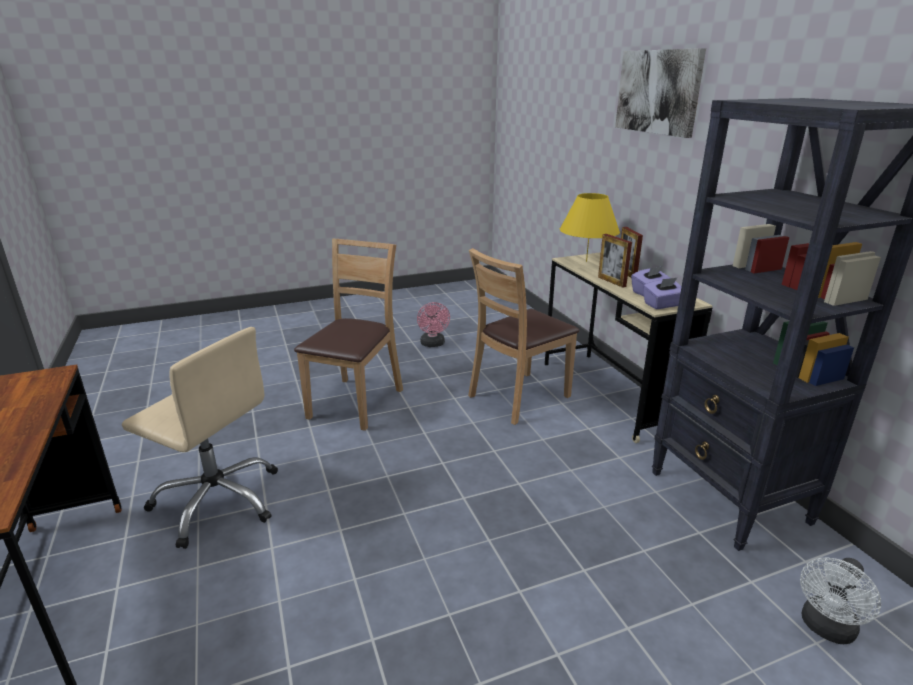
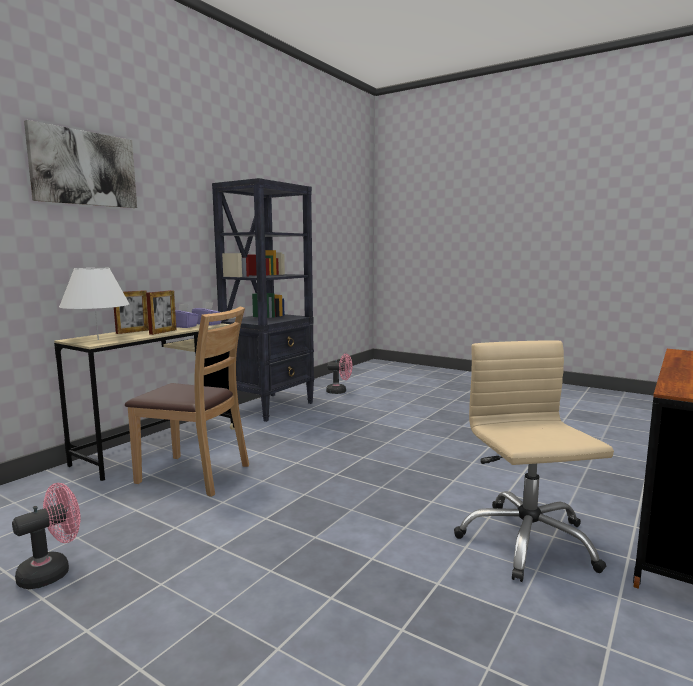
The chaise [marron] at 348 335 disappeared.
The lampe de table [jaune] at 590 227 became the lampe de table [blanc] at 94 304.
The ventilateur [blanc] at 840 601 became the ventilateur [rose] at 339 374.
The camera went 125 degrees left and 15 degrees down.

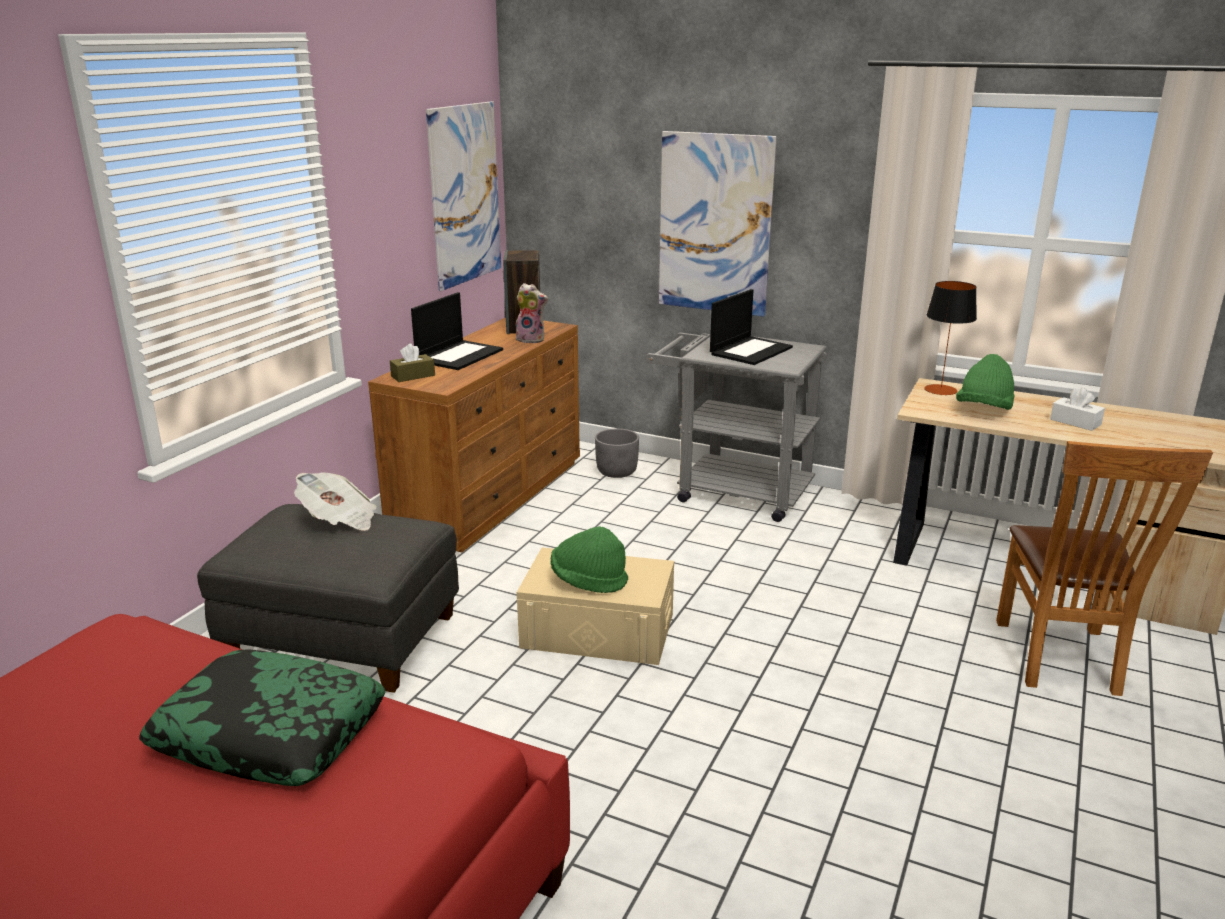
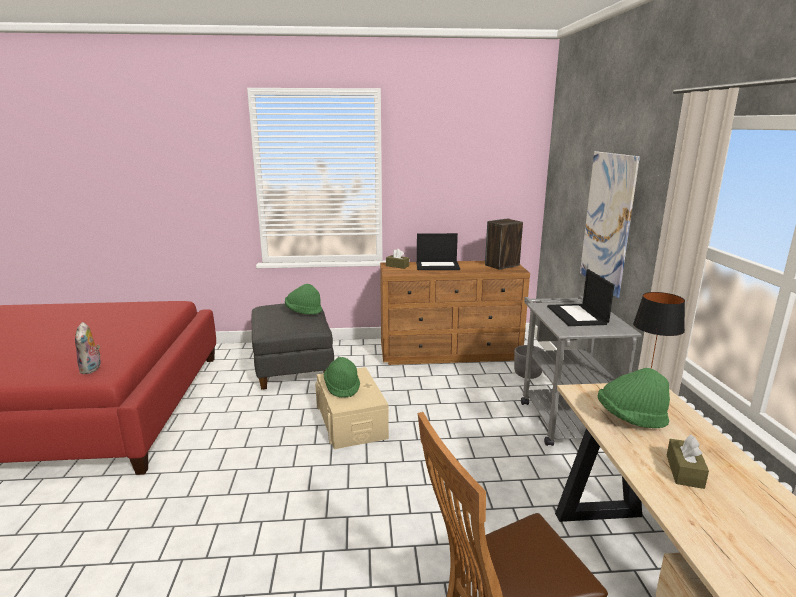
The coussin at 262 717 disappeared.
The tableau at 463 196 disappeared.
The peluche moved from 531 313 to 88 348.
The journal at 335 501 was replaced by the chapeau [vert] at 303 299.
The boîte à mouchoirs [blanc] at 1077 409 became the boîte à mouchoirs [marron] at 688 461.
The ordinateur portable at 751 327 turned 75 degrees clockwise.
The camera went 60 degrees right and 5 degrees down.

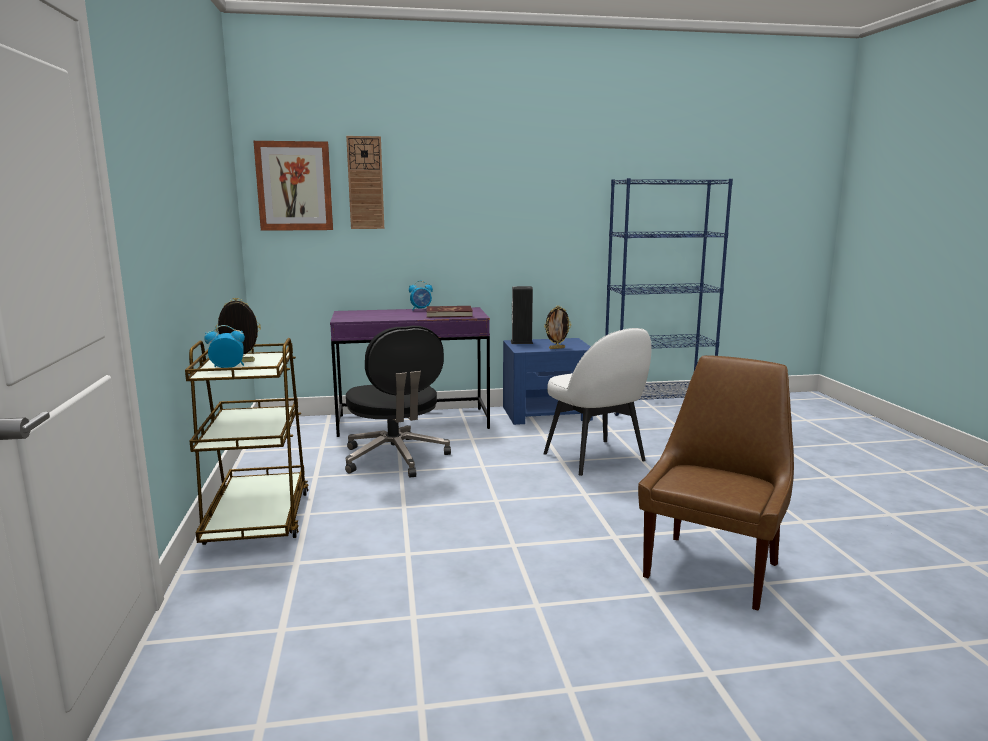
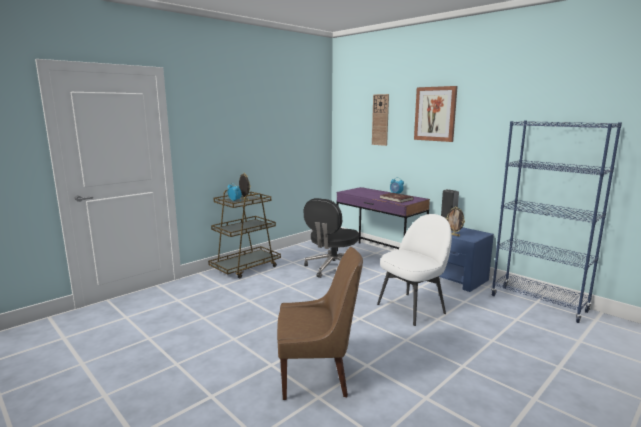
The tableau moved from 293 186 to 436 114.
The chaise [blanc] at 597 402 turned 150 degrees counterclockwise.
The camera went 55 degrees right and 0 degrees up.

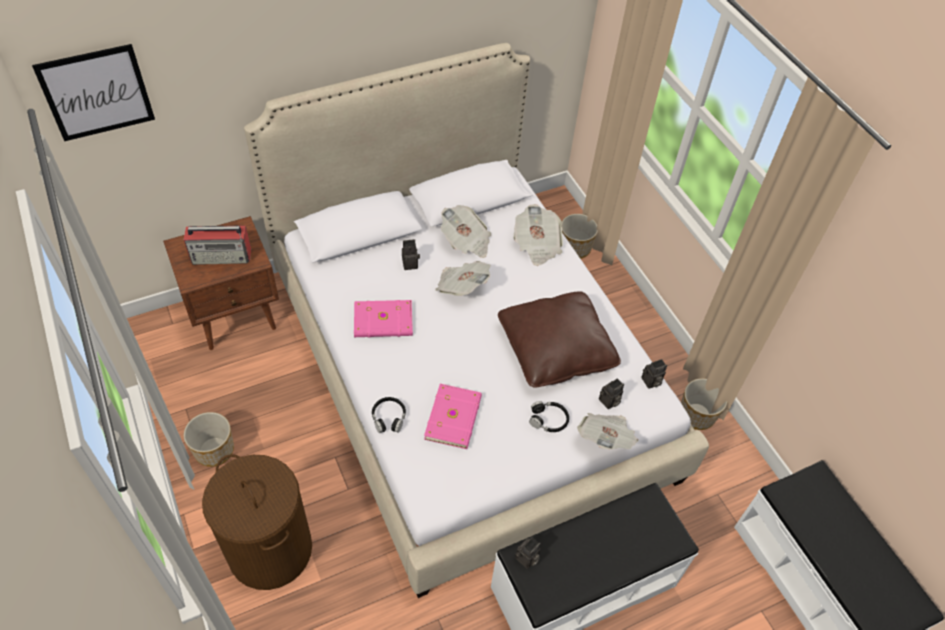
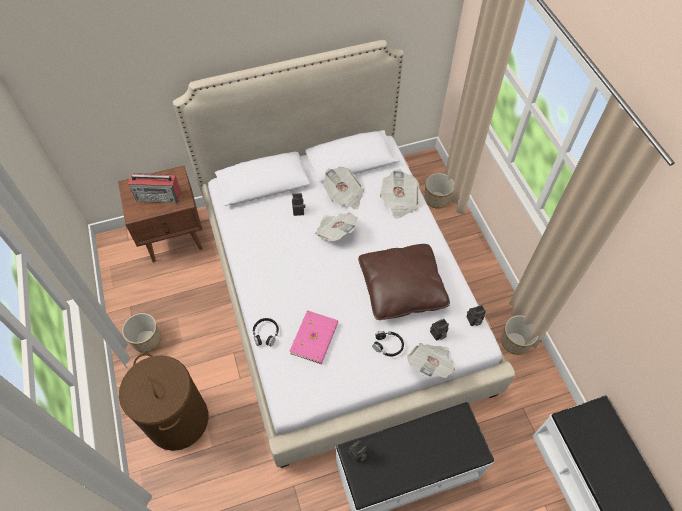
The tableau at 93 92 disappeared.
The livre [rose] at 383 319 disappeared.
The camera went 10 degrees right and 5 degrees up.

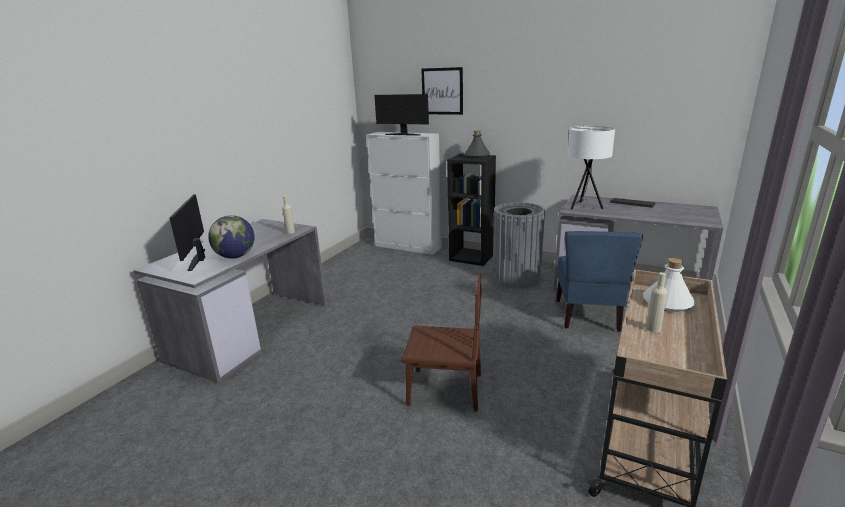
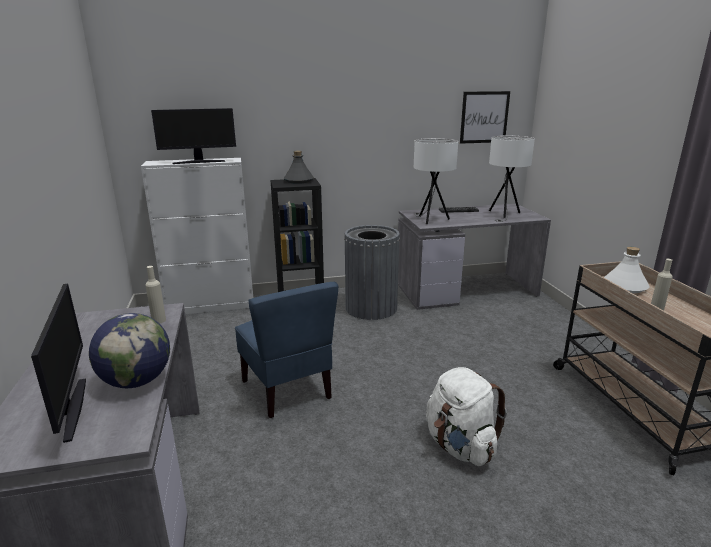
The lampe de table [blanc] at 512 179 appeared.
The tableau moved from 442 91 to 485 117.
The chaise [bleu] moved from 599 281 to 286 350.
The chaise [marron] at 441 343 was replaced by the sac à dos [blanc] at 466 416.
The écran d'ordinateur at 187 232 turned 150 degrees counterclockwise.
The camera went 40 degrees left and 0 degrees up.

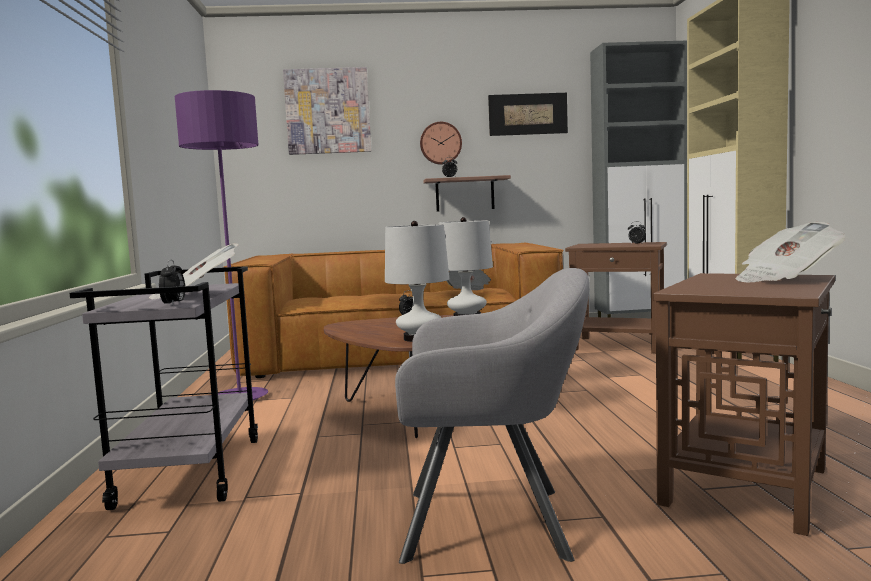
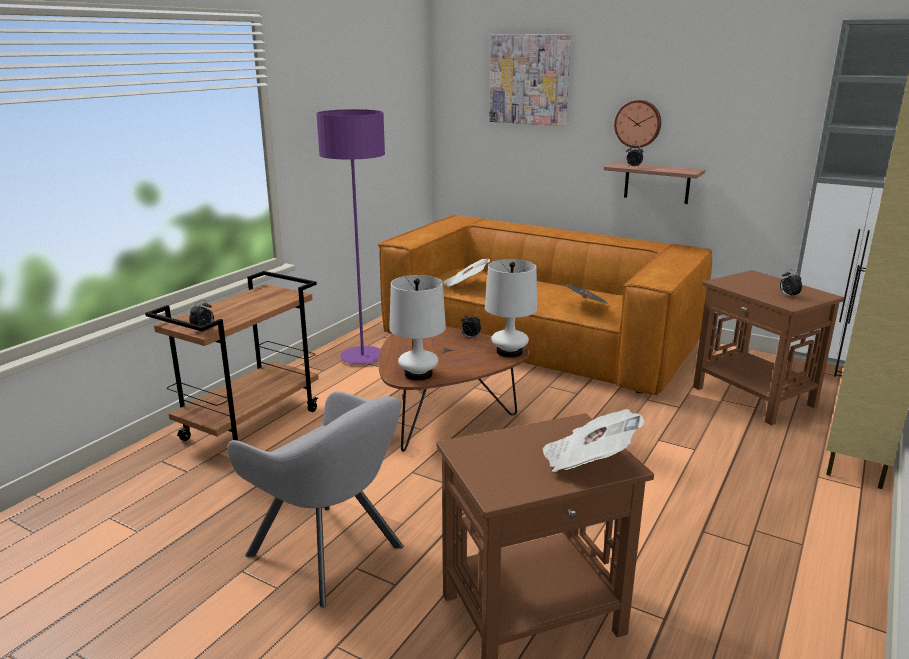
The tableau at 528 114 disappeared.
The journal moved from 194 271 to 466 273.
The chariot [gris] at 164 388 became the chariot [marron] at 232 356.
The camera went 35 degrees right and 15 degrees up.

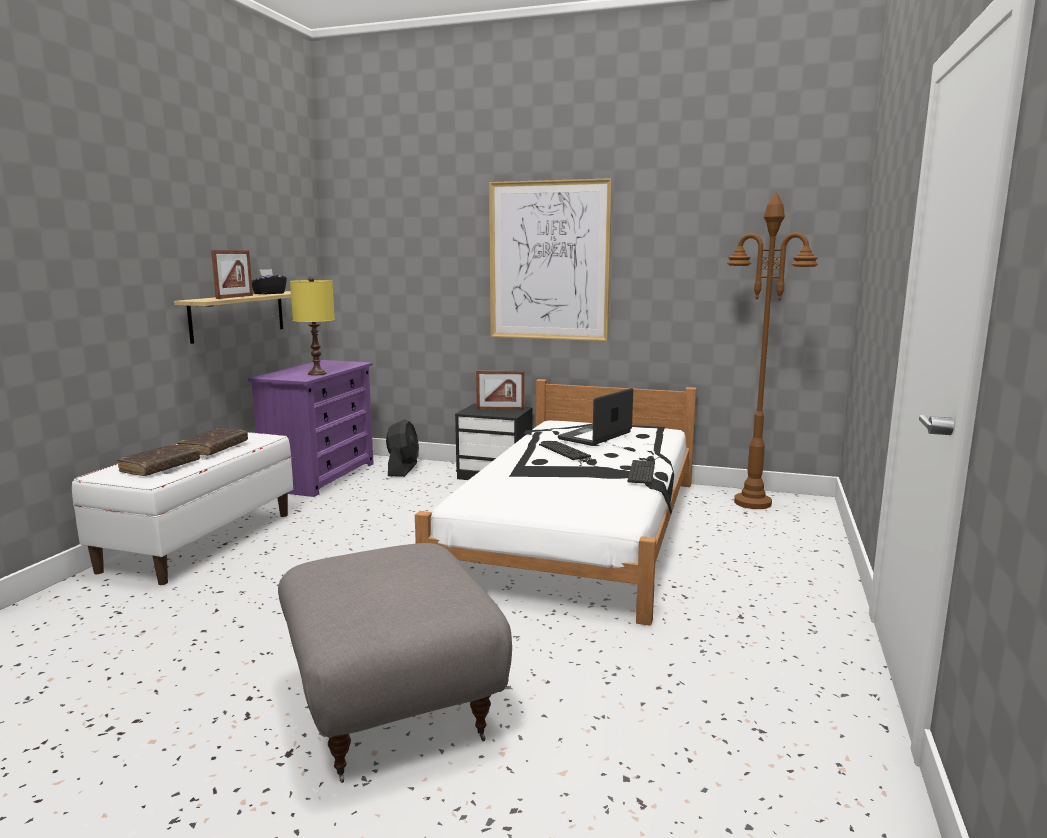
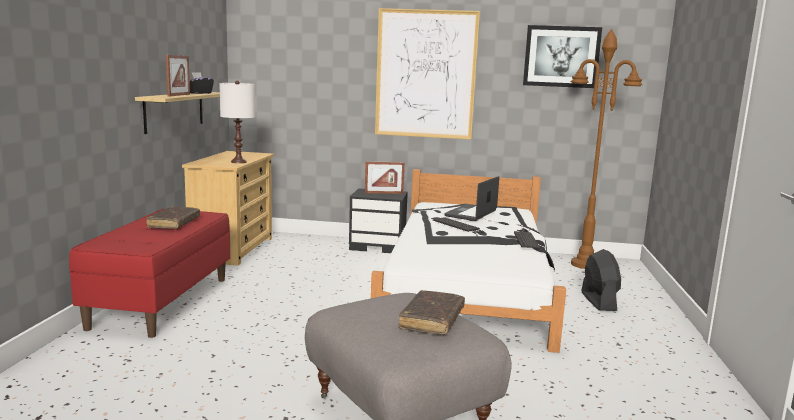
The tableau at 562 56 appeared.
The livre [marron] moved from 158 460 to 432 312.
The ventilateur [noir] moved from 402 448 to 601 280.
The banc [blanc] at 182 508 became the banc [rouge] at 149 273.
The commode [violet] at 311 428 became the commode [beige] at 228 208.
The lampe de table [jaune] at 312 326 became the lampe de table [blanc] at 237 121.
The camera went 10 degrees left and 0 degrees up.

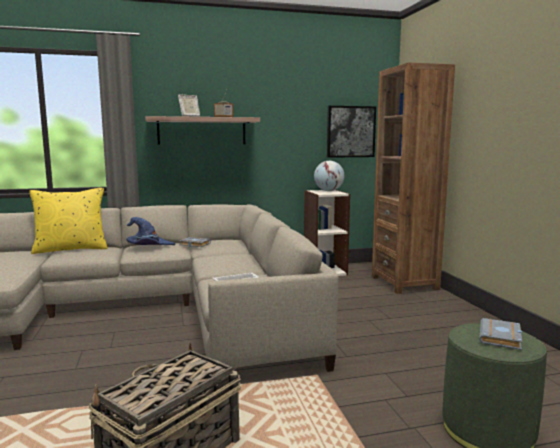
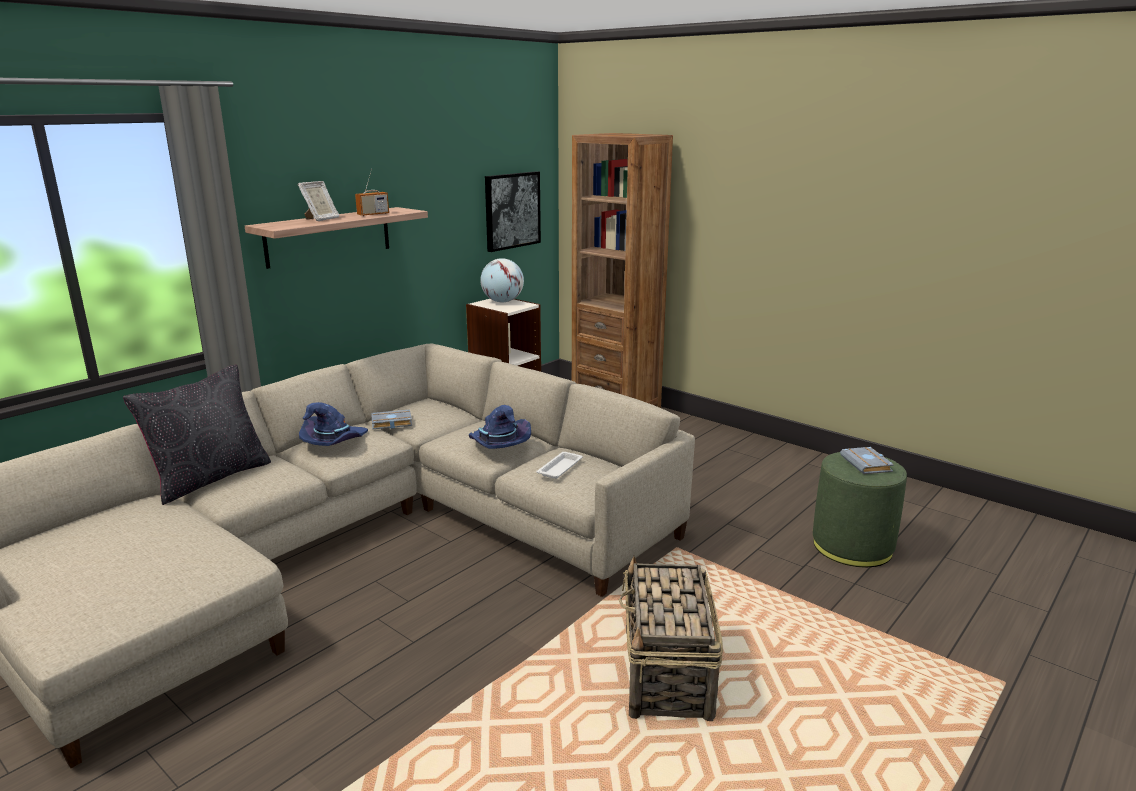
The chapeau [bleu] at 500 427 appeared.
The coussin [jaune] at 68 221 became the coussin [noir] at 197 435.
The camera went 35 degrees left and 10 degrees up.

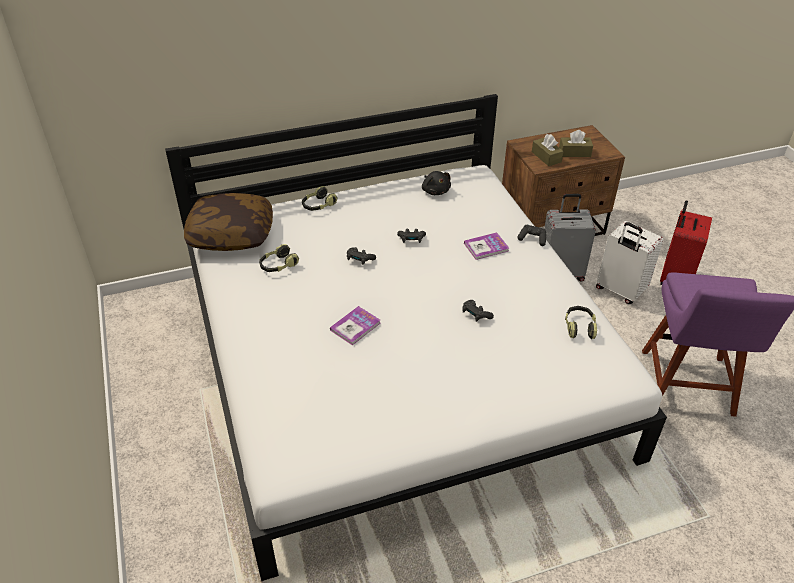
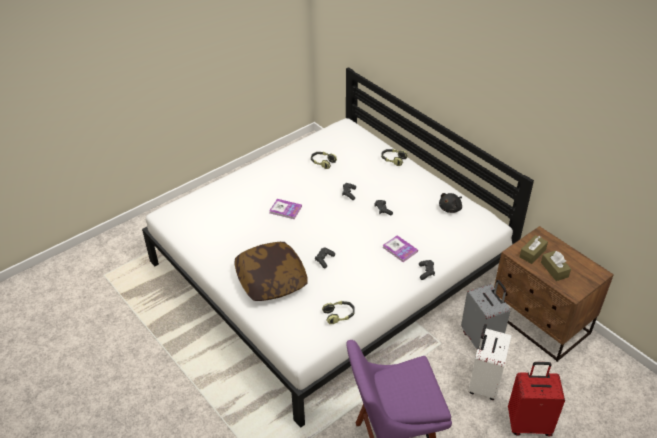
The coussin moved from 228 222 to 271 271.
The camera went 70 degrees right and 0 degrees up.

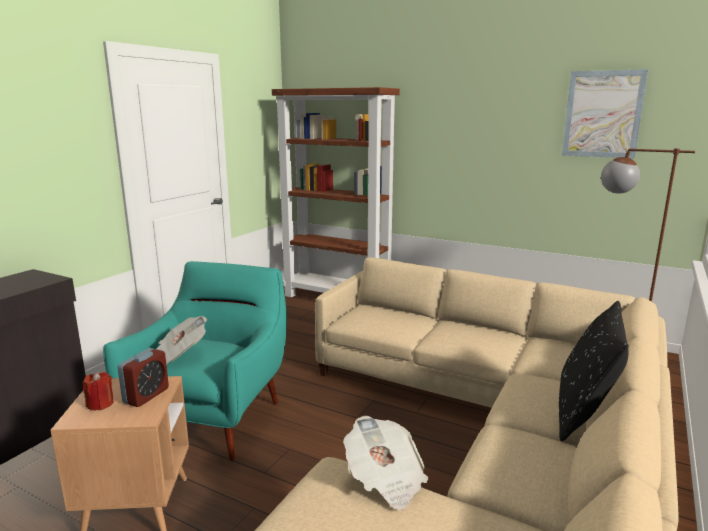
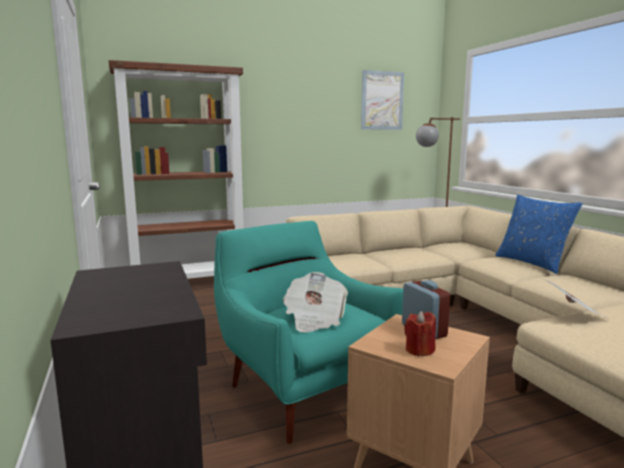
The coussin [noir] at 594 371 became the coussin [bleu] at 539 234.
The camera went 50 degrees left and 5 degrees down.

